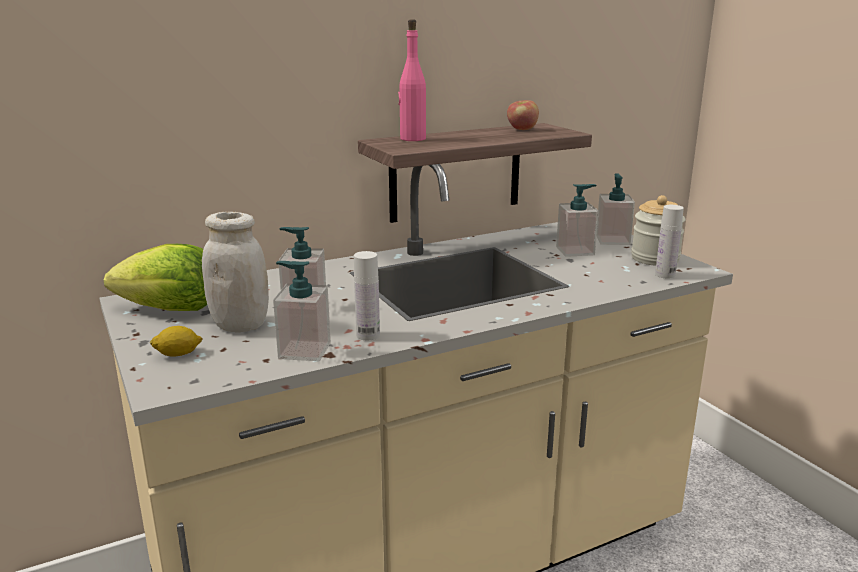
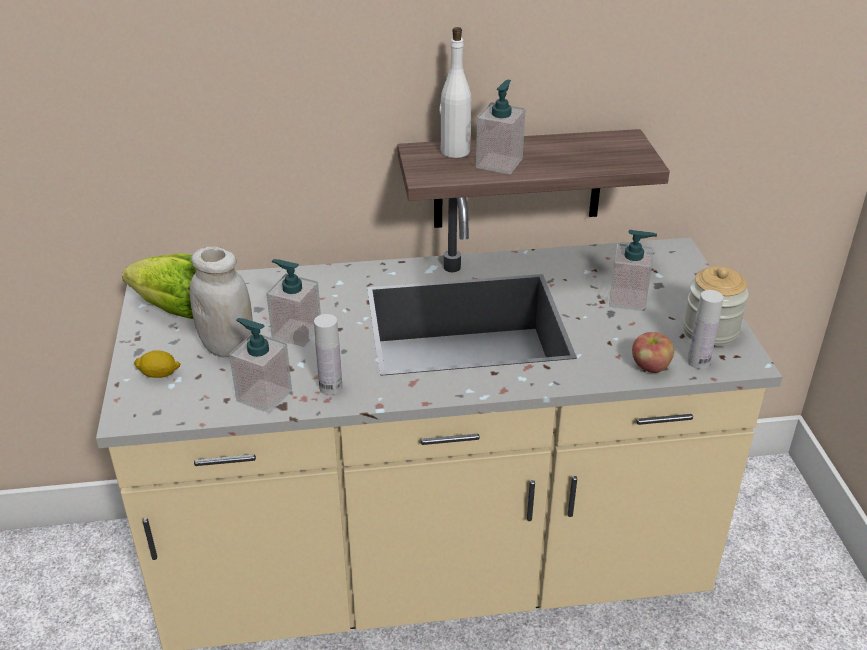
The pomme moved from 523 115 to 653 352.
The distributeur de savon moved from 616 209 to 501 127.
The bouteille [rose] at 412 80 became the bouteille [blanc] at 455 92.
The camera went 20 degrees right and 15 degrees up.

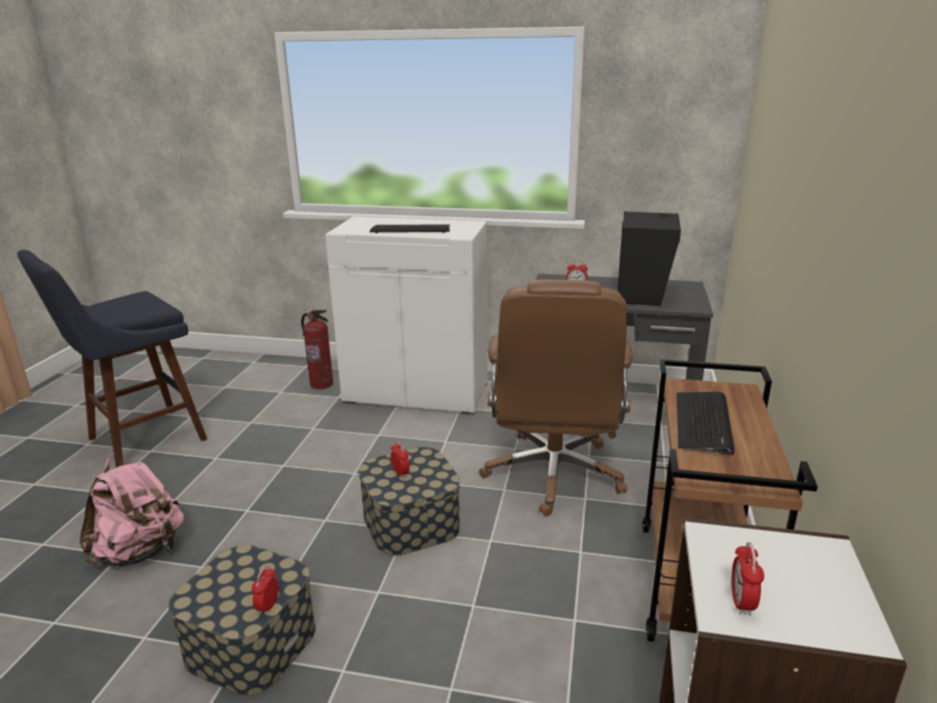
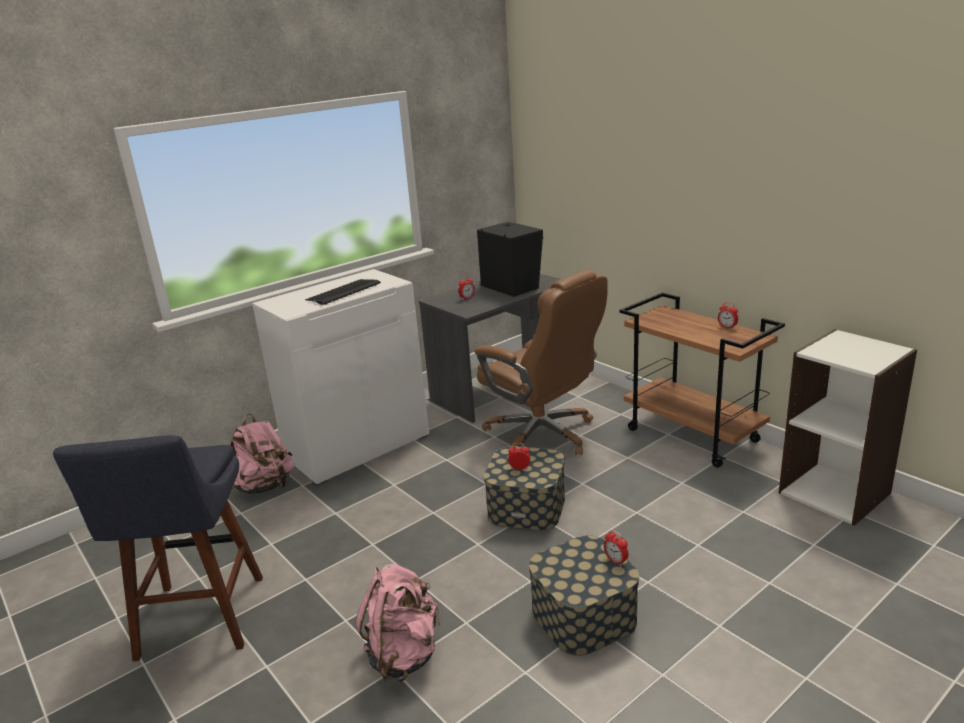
The clavier at 705 423 disappeared.
The réveil moved from 748 579 to 728 315.
The extincteur at 317 349 was replaced by the sac à dos [rose] at 262 453.
The camera went 50 degrees left and 0 degrees up.

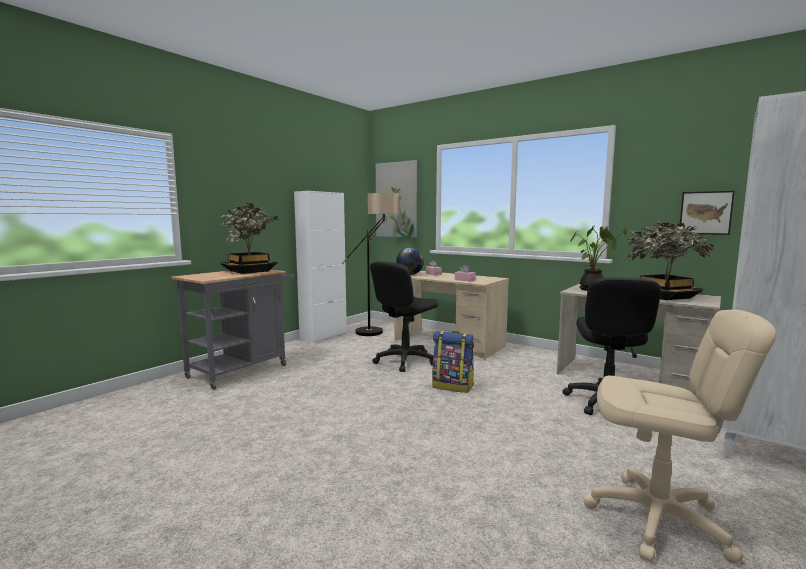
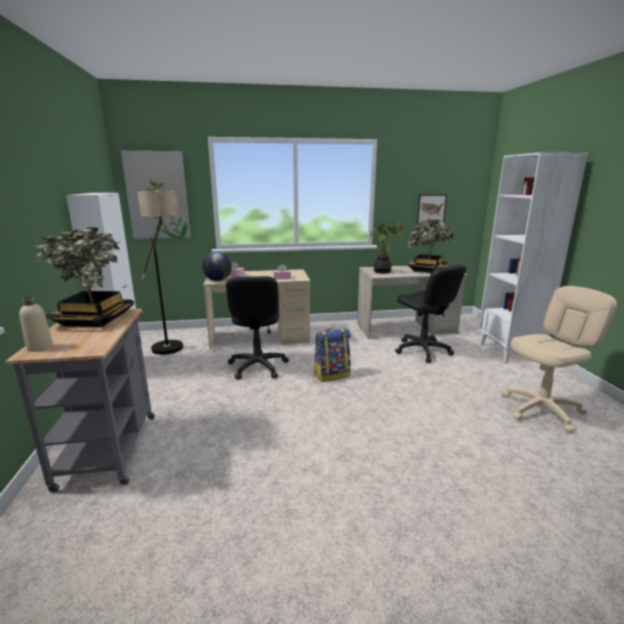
The bouteille [beige] at 36 324 appeared.
The camera went 45 degrees left and 10 degrees up.

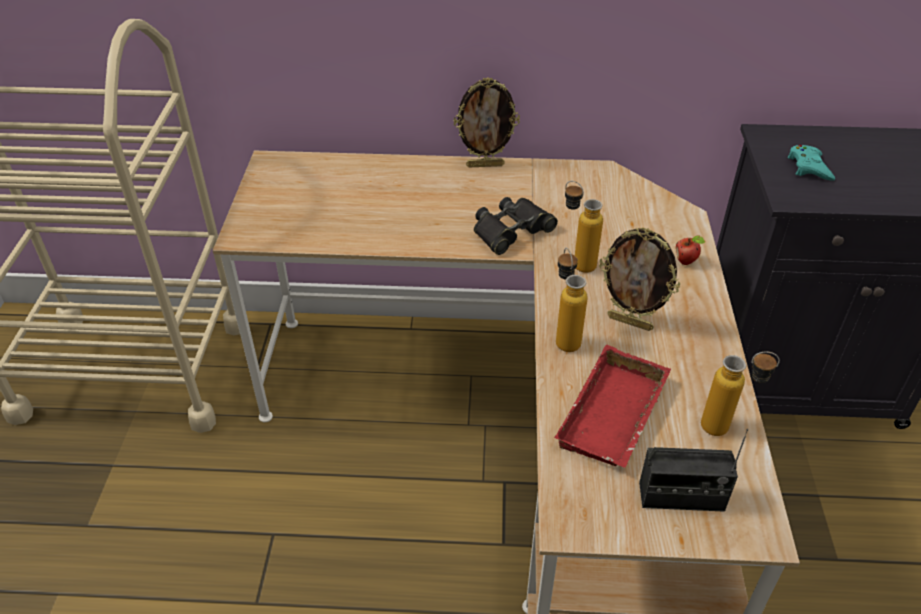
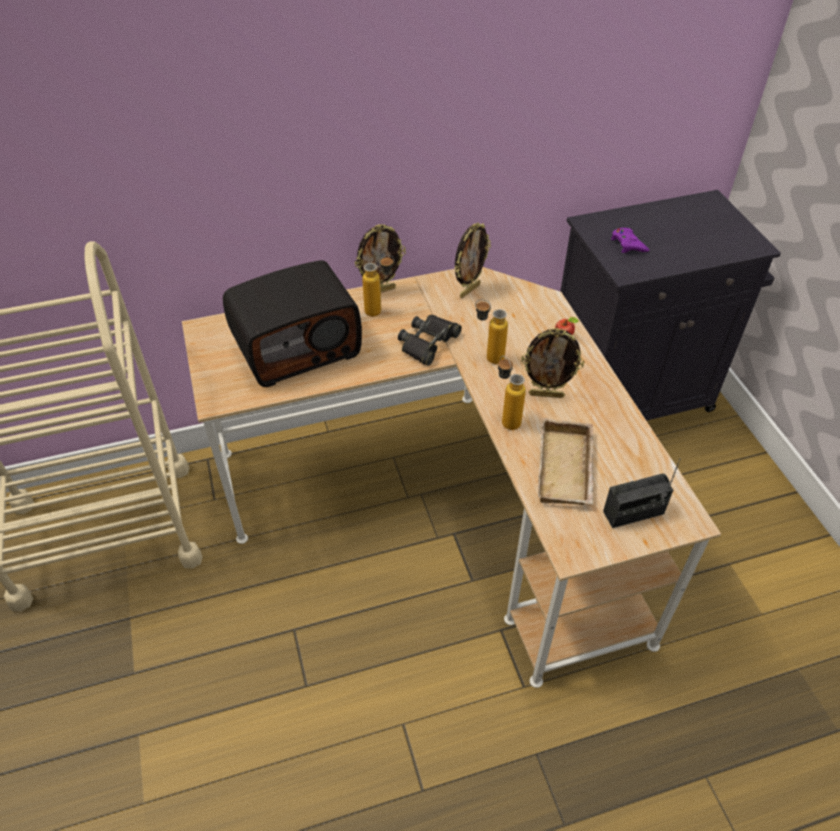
The radio at 292 323 appeared.
The cadre photo at 472 260 appeared.
The bouteille moved from 740 393 to 378 286.
The plateau [rouge] at 612 406 became the plateau [beige] at 566 461.
The manette [turquoise] at 811 163 became the manette [violet] at 630 240.
The camera went 20 degrees left and 5 degrees up.

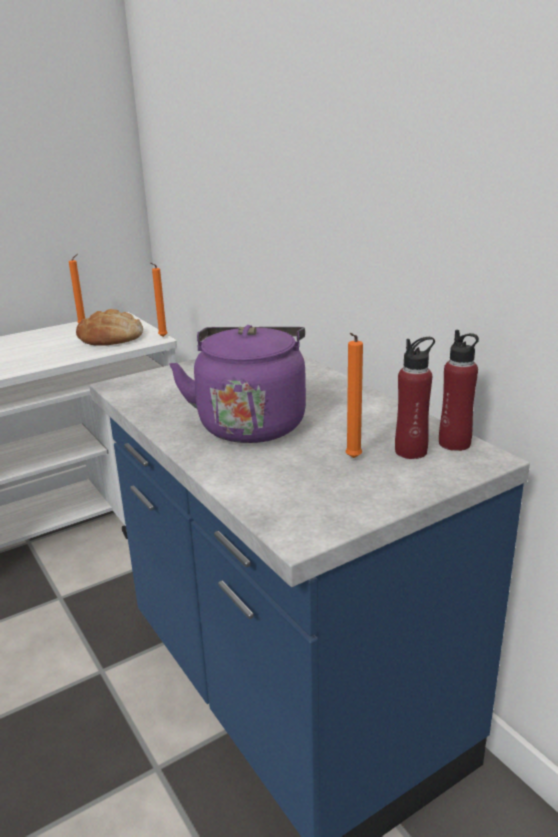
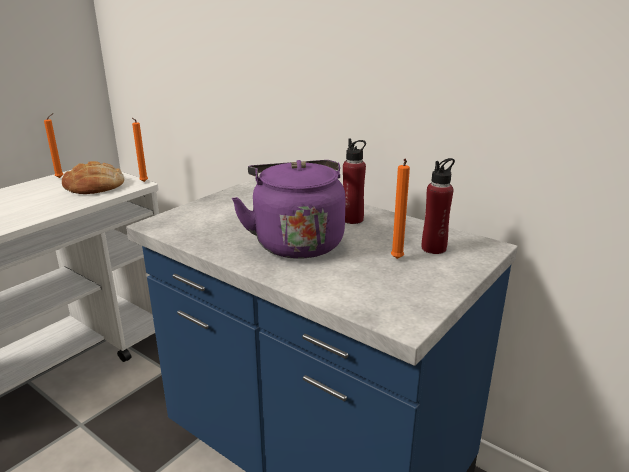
The bouteille [rouge] moved from 459 390 to 354 181.
The camera went 20 degrees left and 0 degrees up.

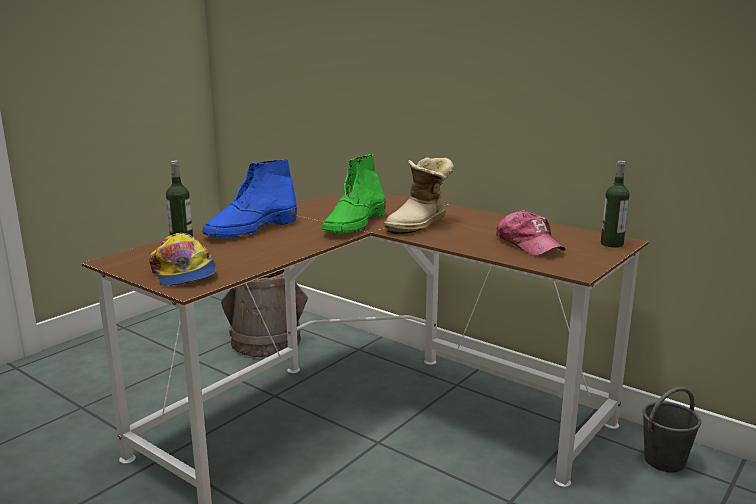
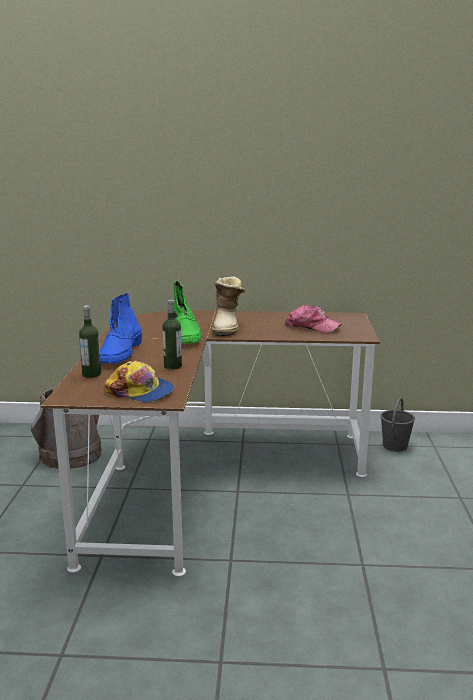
The bouteille moved from 615 204 to 172 334.
The camera went 35 degrees left and 0 degrees up.

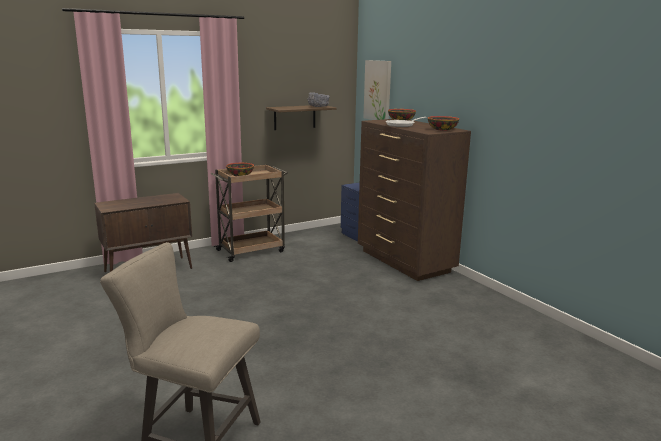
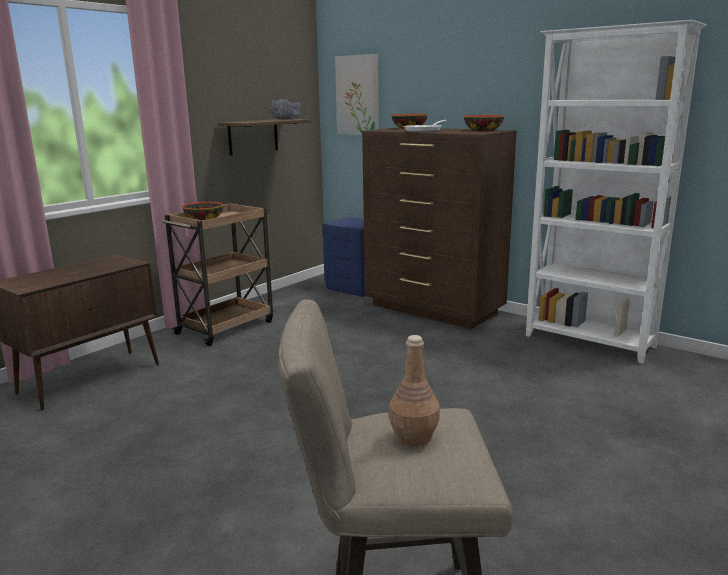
The bouteille [marron] at 414 391 appeared.
The bibliothèque [blanc] at 616 192 appeared.
The camera went 20 degrees left and 0 degrees up.

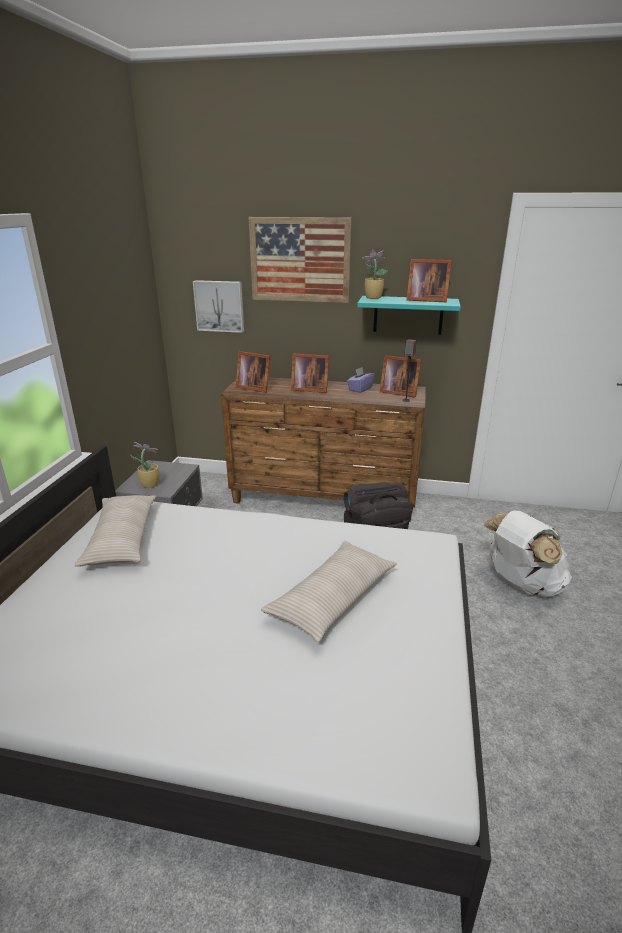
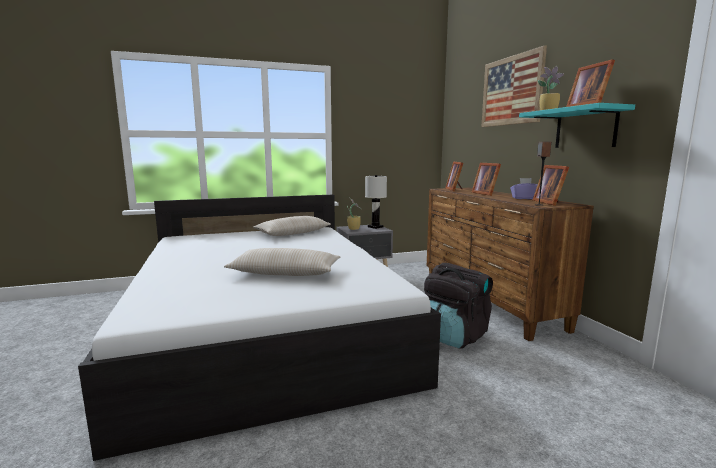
The tableau at 218 306 disappeared.
The sac à dos [blanc] at 528 554 disappeared.
The lampe de table [blanc] at 376 202 appeared.
The camera went 60 degrees right and 15 degrees down.

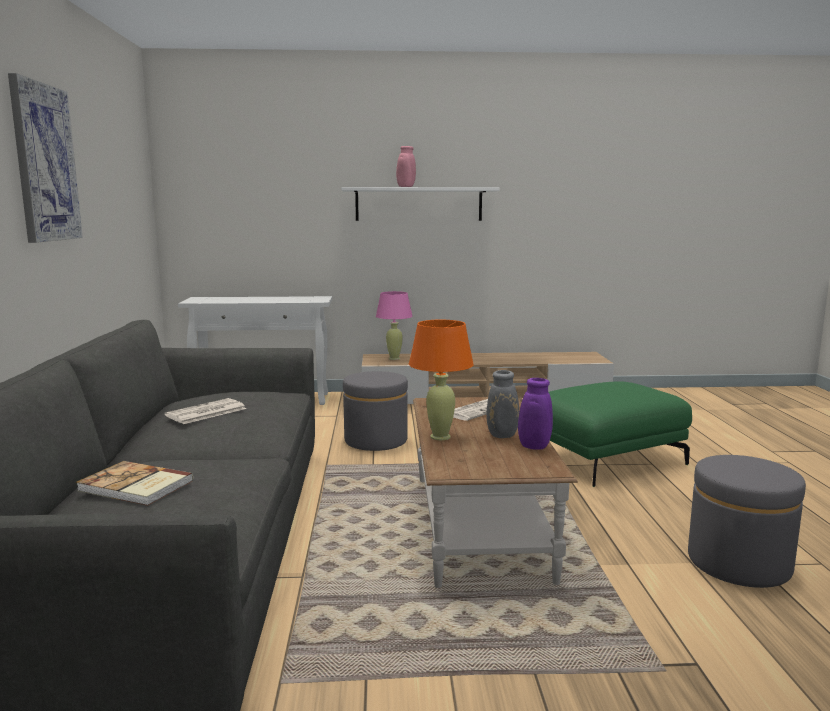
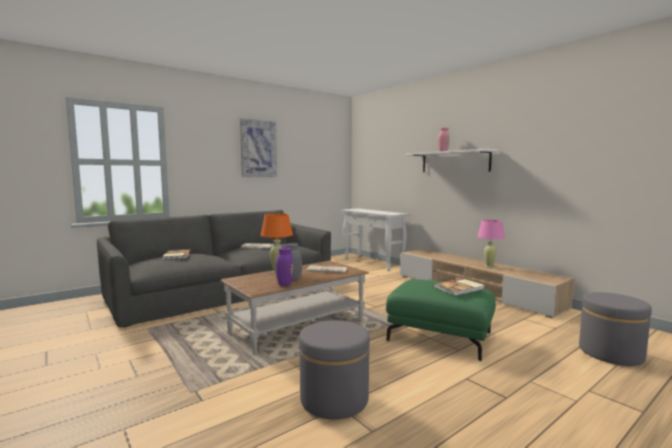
The livre at 459 287 appeared.
The pouf [gris] moved from 375 411 to 615 329.
The lampe de table [rose] moved from 394 325 to 491 244.
The camera went 55 degrees right and 5 degrees down.

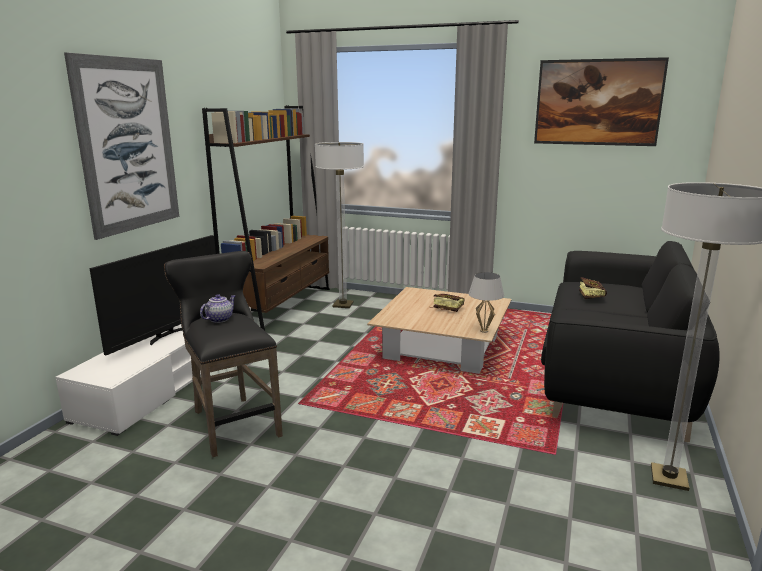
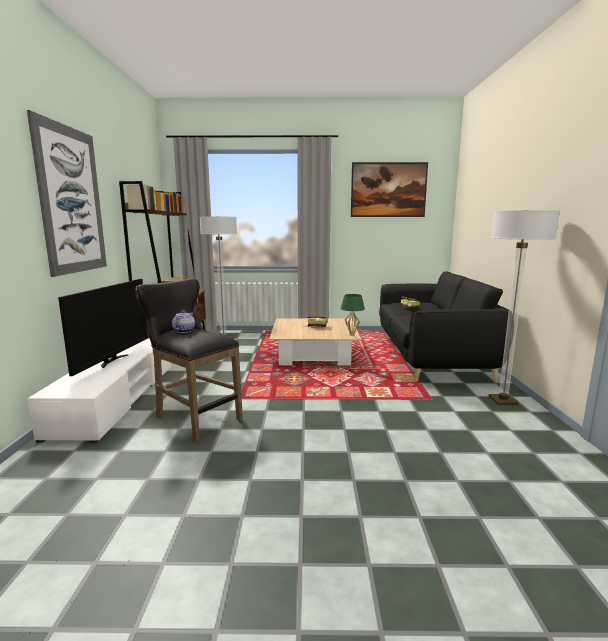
The lampe de table [blanc] at 486 302 became the lampe de table [vert] at 352 315.
The camera went 20 degrees left and 5 degrees down.

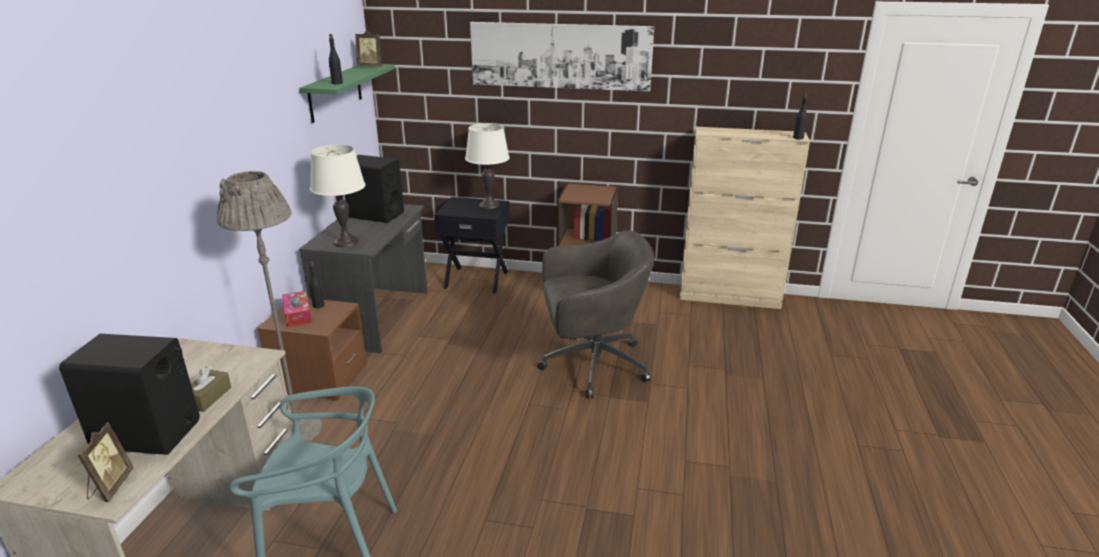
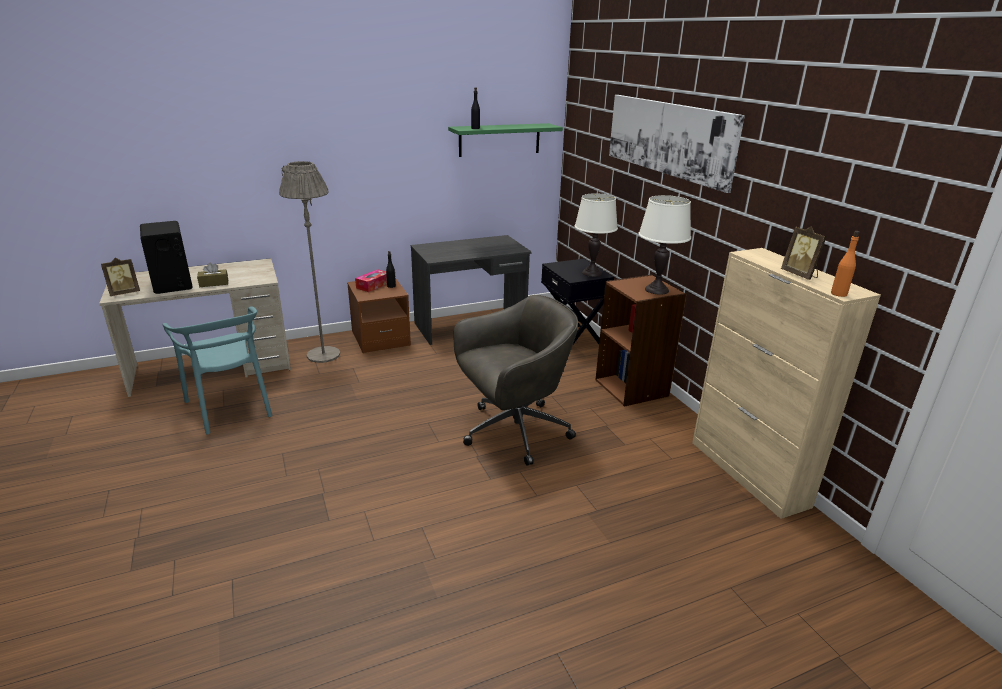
The enceinte [noir] at 374 189 disappeared.
The lampe de table [blanc] moved from 338 196 to 664 245.
The cadre photo moved from 368 48 to 804 253.
The bouteille [noir] at 800 116 became the bouteille [orange] at 845 264.
The chaise de bureau [gris] at 595 314 turned 75 degrees counterclockwise.
The camera went 55 degrees right and 0 degrees up.

